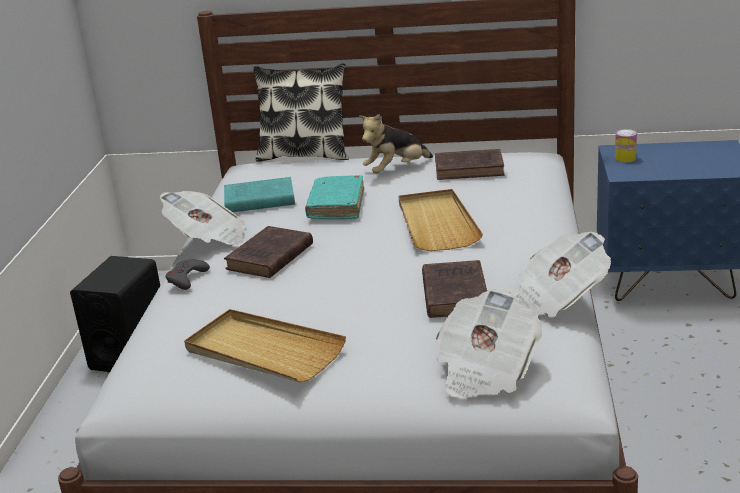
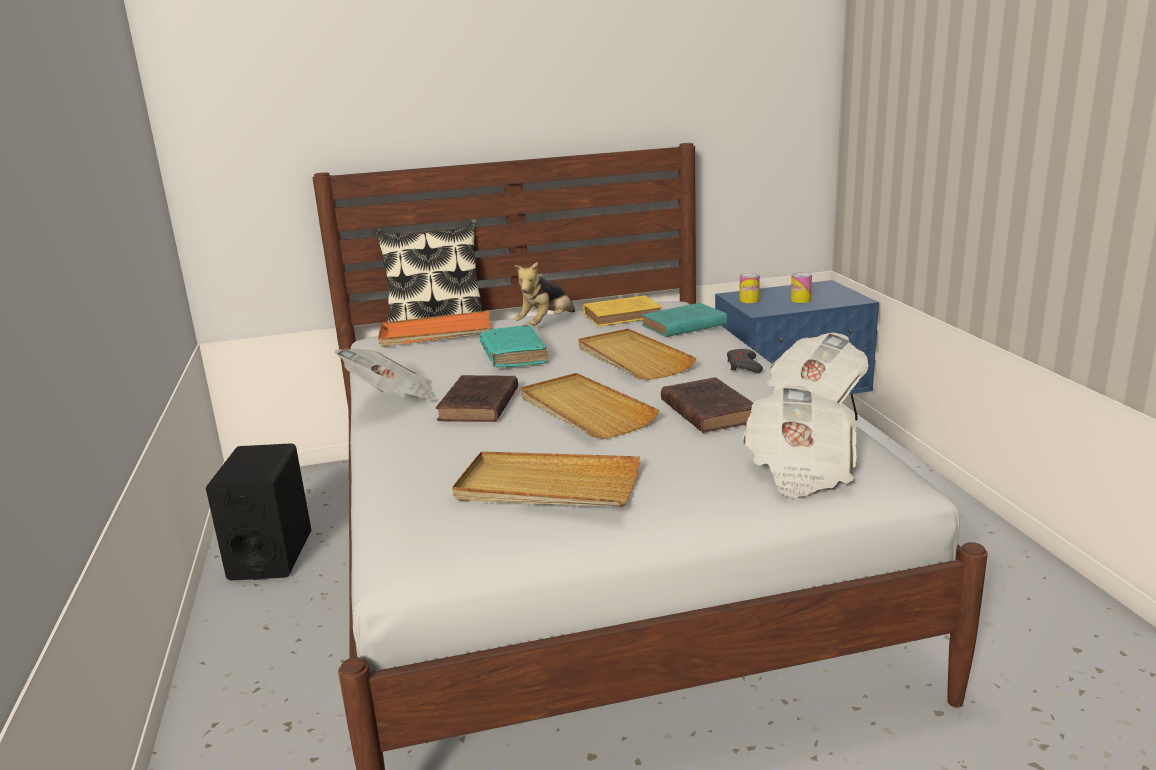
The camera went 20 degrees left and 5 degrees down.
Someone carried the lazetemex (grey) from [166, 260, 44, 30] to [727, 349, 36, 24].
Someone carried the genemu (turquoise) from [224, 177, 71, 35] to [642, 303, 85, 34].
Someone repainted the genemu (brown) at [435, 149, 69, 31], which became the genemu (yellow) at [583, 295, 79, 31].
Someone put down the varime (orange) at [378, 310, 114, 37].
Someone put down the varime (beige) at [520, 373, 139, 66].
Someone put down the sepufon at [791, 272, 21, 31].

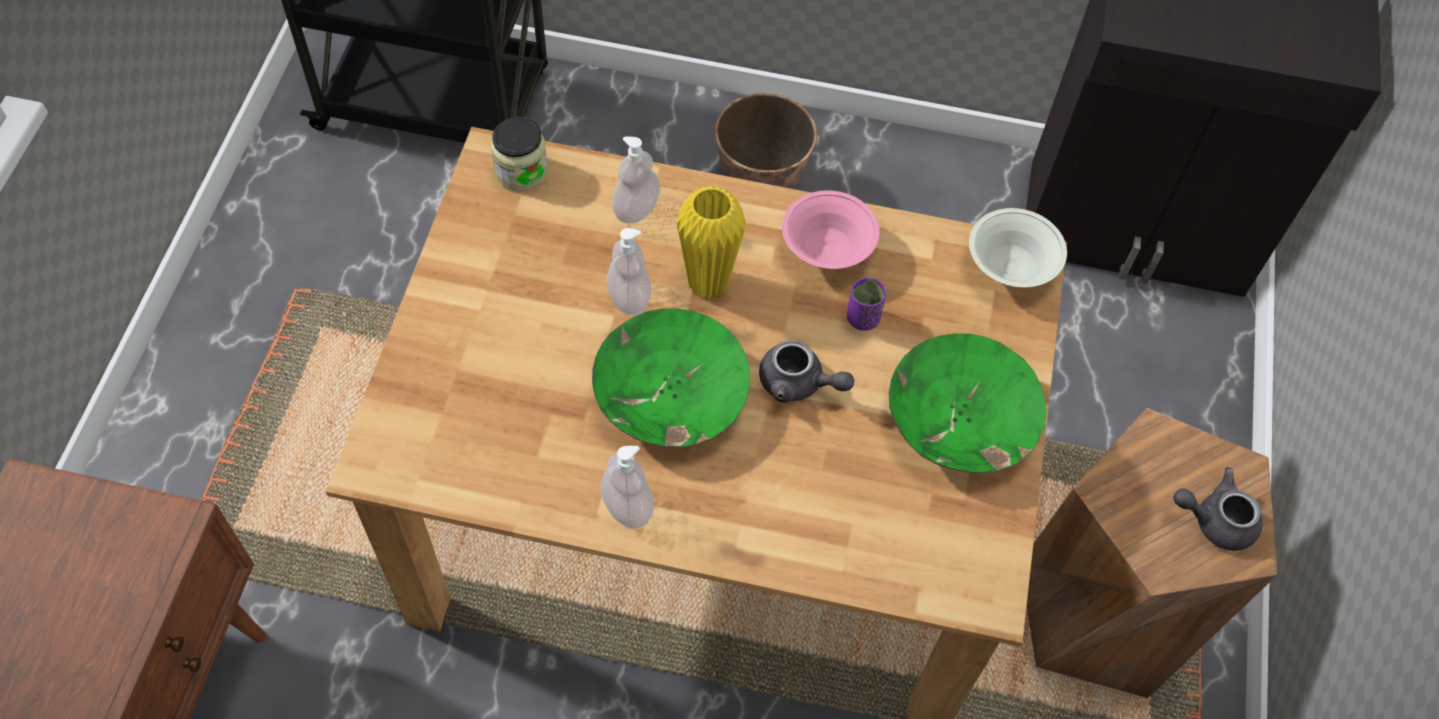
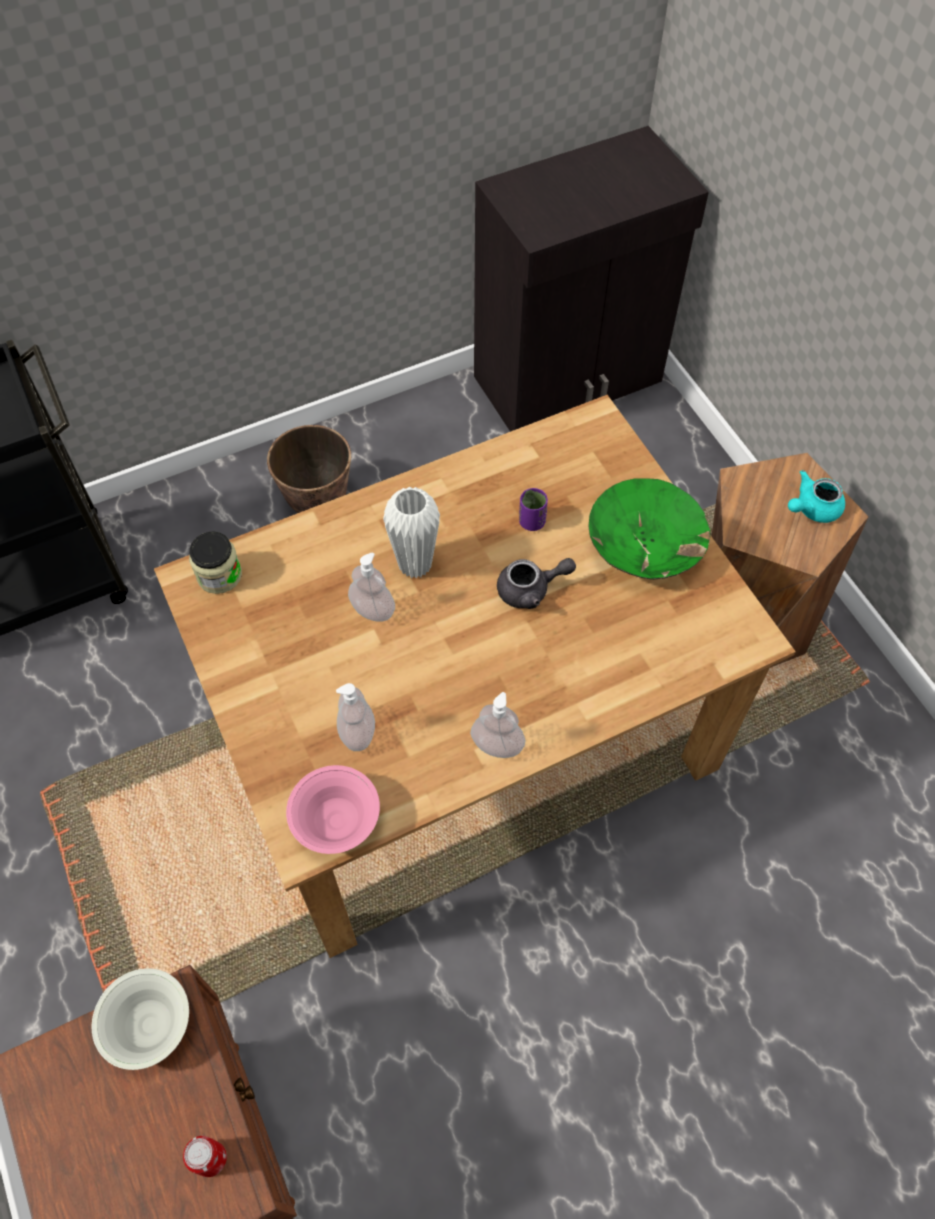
The camera went 35 degrees left and 0 degrees up.
Someone took away the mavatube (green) at [592, 309, 158, 138].
Someone carried the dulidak from [612, 137, 48, 86] to [336, 683, 39, 68].
Someone repainted the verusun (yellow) at [676, 186, 70, 112], which became the verusun (white) at [383, 487, 57, 91].
Someone carried the mavatube (pink) from [782, 190, 98, 79] to [286, 765, 94, 89].
Someone carried the mavatube (white) from [969, 208, 98, 79] to [92, 968, 97, 102].
Someone repainted the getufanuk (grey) at [1173, 467, 89, 84], which became the getufanuk (turquoise) at [788, 470, 57, 53].
Someone put down the sepufon at [183, 1136, 44, 41].

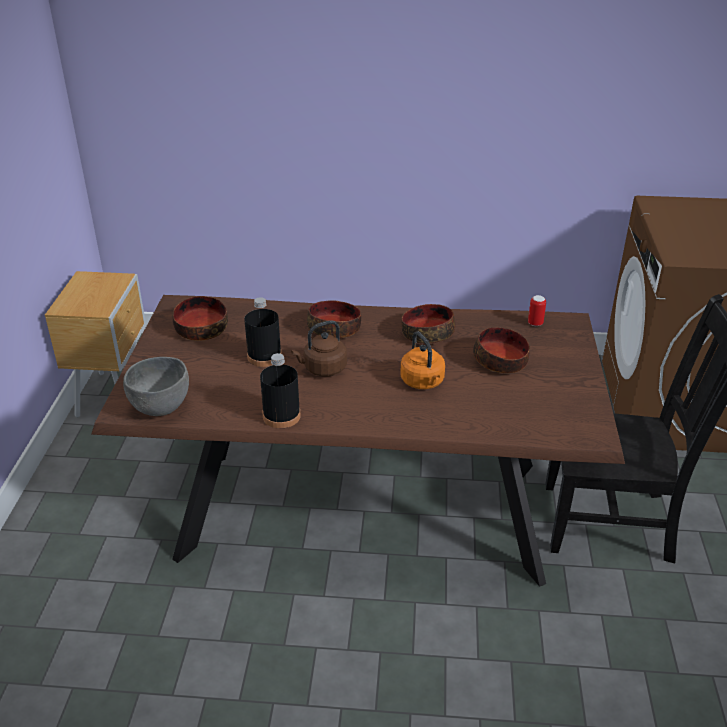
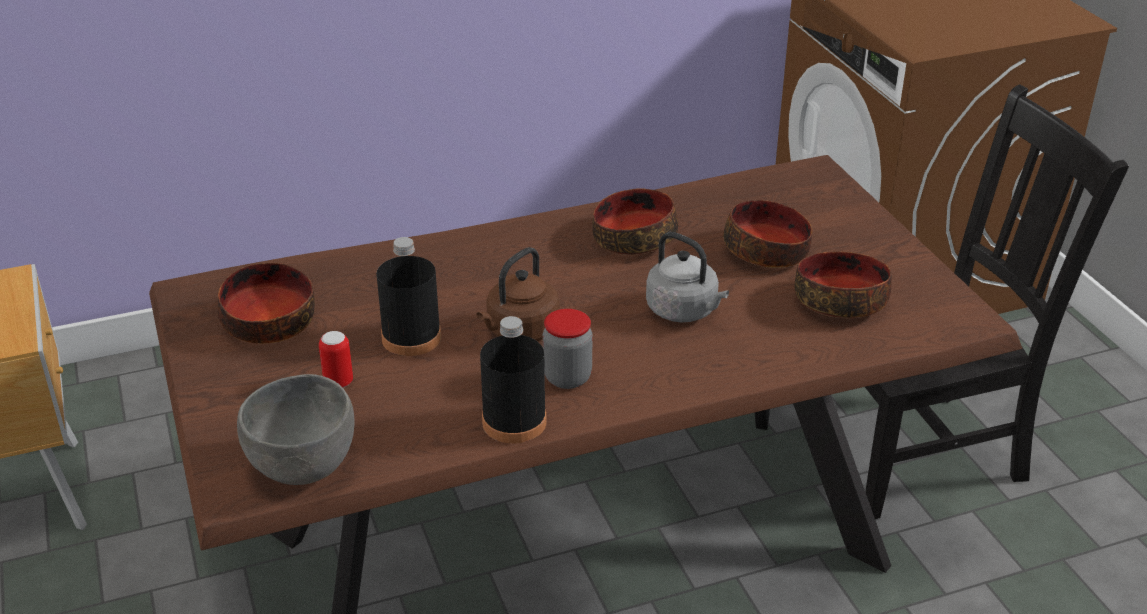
The camera went 25 degrees left and 0 degrees up.
Someone carried the mavatube from [307, 300, 54, 38] to [794, 251, 98, 67].
Someone repainted the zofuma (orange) at [401, 332, 44, 57], which became the zofuma (grey) at [646, 232, 83, 91].
Someone carried the sepufon from [528, 295, 18, 31] to [319, 331, 34, 57].
Someone put down the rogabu at [543, 309, 50, 80].

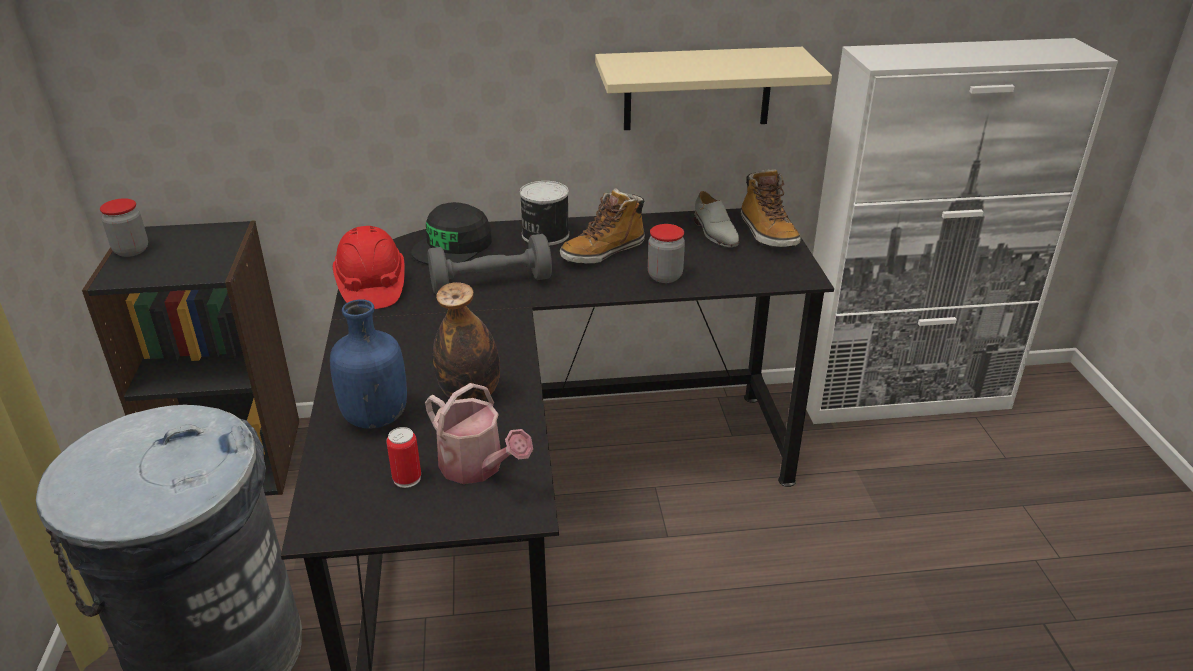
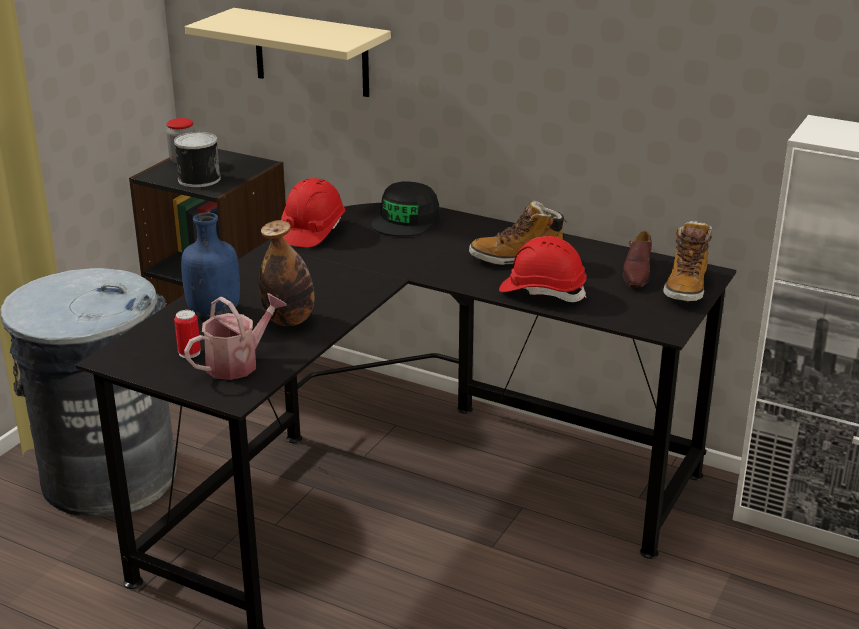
The camera went 35 degrees right and 5 degrees down.
Someone rotated the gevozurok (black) at [411, 202, 81, 63] by 45 degrees counterclockwise.
Someone rotated the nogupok at [425, 383, 108, 101] by 120 degrees counterclockwise.
Someone took away the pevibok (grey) at [428, 234, 124, 60].
Someone carried the sepufon from [520, 181, 49, 65] to [174, 132, 47, 55].
Someone carried the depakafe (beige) from [595, 47, 237, 83] to [185, 8, 206, 89].
Someone swapped the rogabu at [648, 224, 37, 59] for the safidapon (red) at [499, 236, 88, 66].
Someone repainted the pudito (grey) at [694, 191, 45, 56], which became the pudito (brown) at [623, 230, 29, 57].

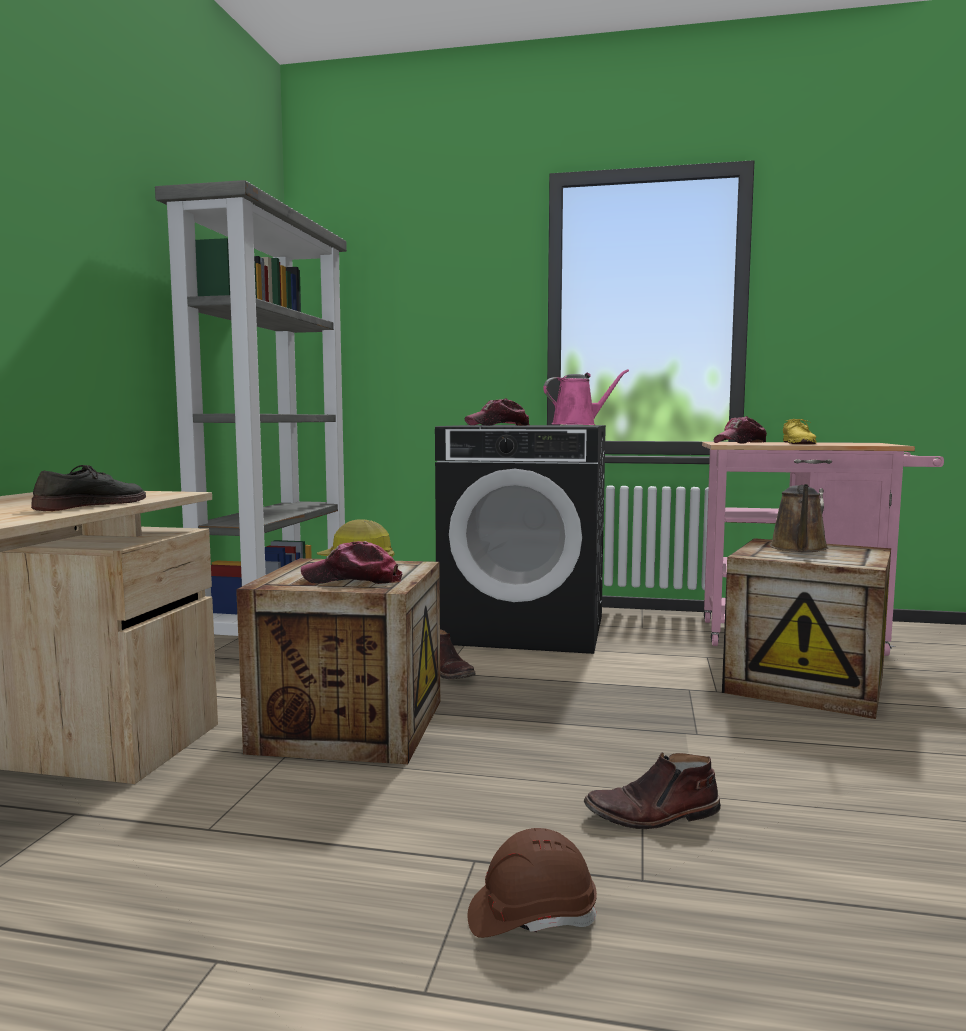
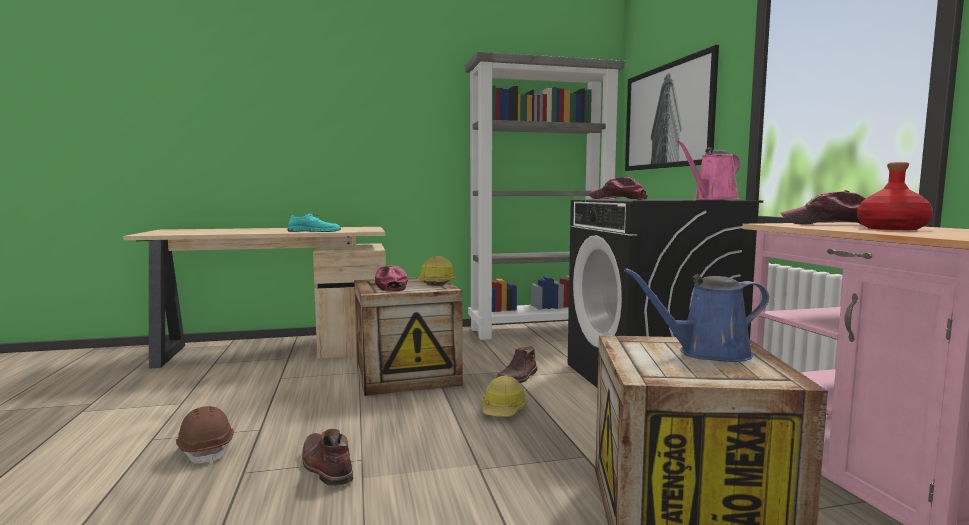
The camera went 65 degrees right and 0 degrees up.
Someone repainted the pudito (grey) at [31, 465, 115, 46], which became the pudito (turquoise) at [287, 214, 54, 18].
Someone rotated the nogupok (pink) at [543, 369, 86, 56] by 105 degrees clockwise.
Someone repainted the nogupok (brown) at [770, 484, 58, 68], which became the nogupok (blue) at [624, 268, 145, 94].
Someone swapped the pudito (yellow) at [783, 419, 34, 25] for the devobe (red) at [857, 162, 76, 68].
Someone put down the safidapon at [482, 375, 45, 42].
Someone put up the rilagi at [625, 45, 94, 126].

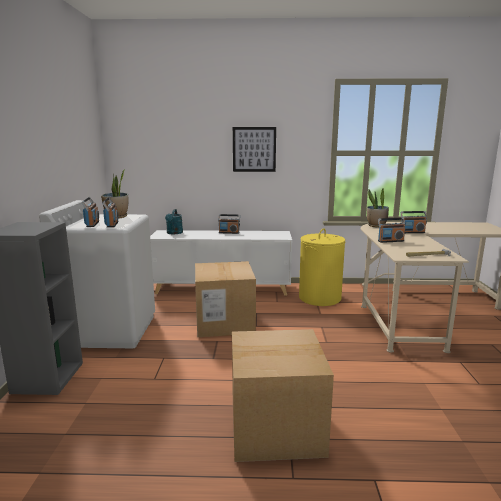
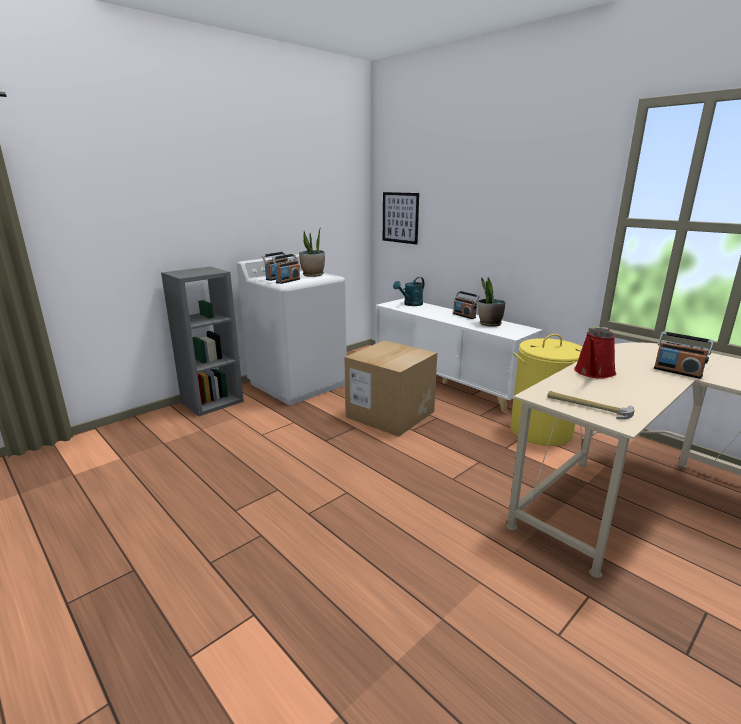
The camera went 45 degrees right and 5 degrees up.
Someone took away the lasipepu at [232, 329, 102, 133].
Someone carried the rilagi from [233, 127, 43, 45] to [383, 192, 36, 53].
Someone carried the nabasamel from [367, 187, 22, 40] to [478, 277, 27, 50].
Someone swapped the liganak at [378, 218, 28, 25] for the nogupok (red) at [574, 327, 42, 52].

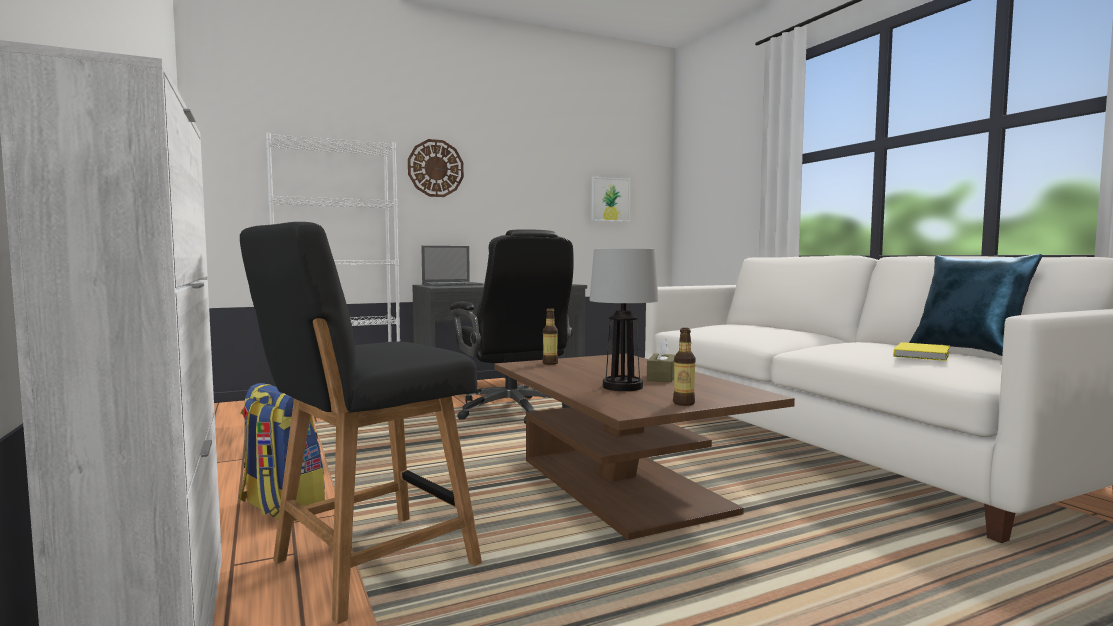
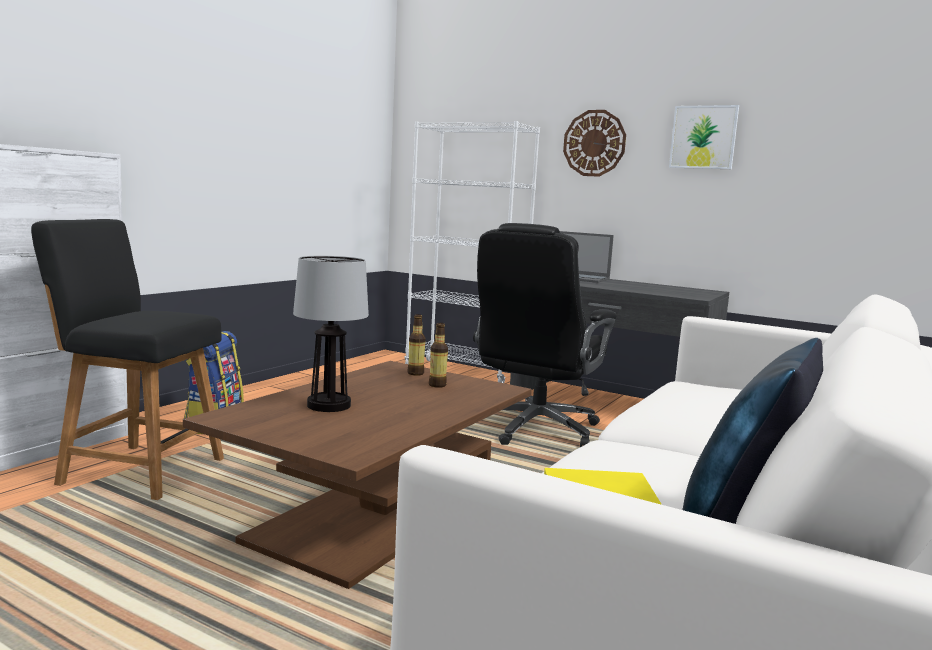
The camera went 55 degrees right and 5 degrees up.
Someone carried the rilagi from [591, 177, 40, 45] to [669, 105, 70, 64].
Someone took away the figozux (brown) at [647, 338, 28, 44].
Someone carried the devobe from [673, 328, 22, 78] to [429, 323, 19, 65].

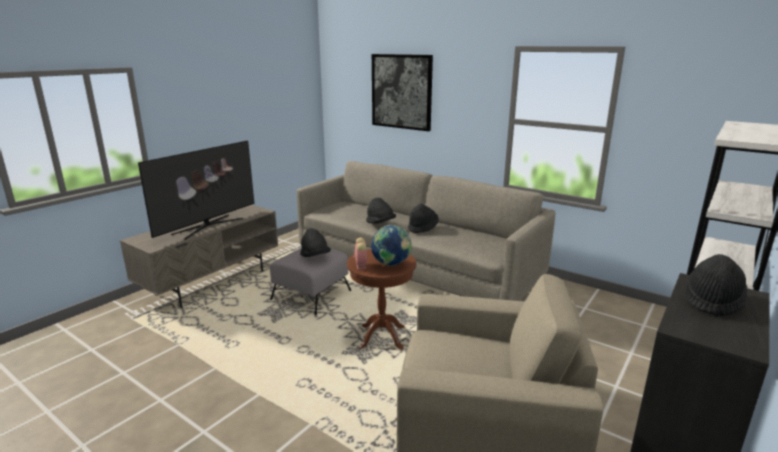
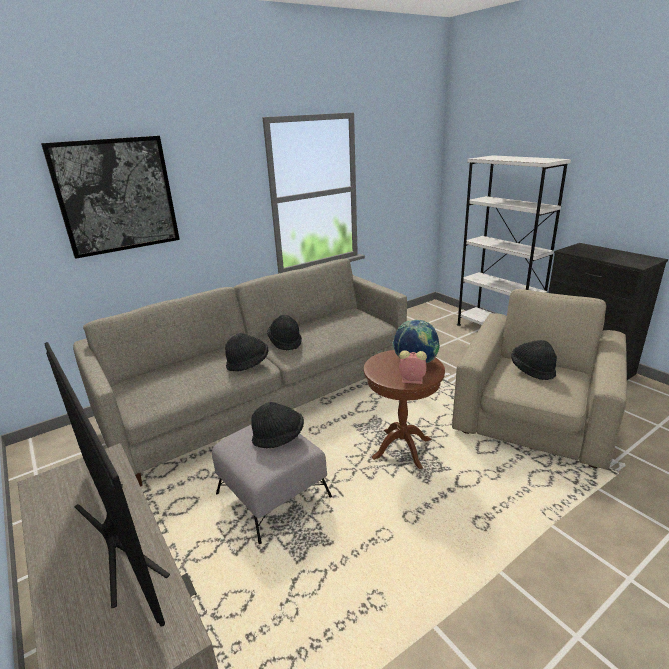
The camera went 70 degrees left and 5 degrees up.
Someone carried the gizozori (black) from [686, 254, 61, 62] to [511, 340, 46, 40].

